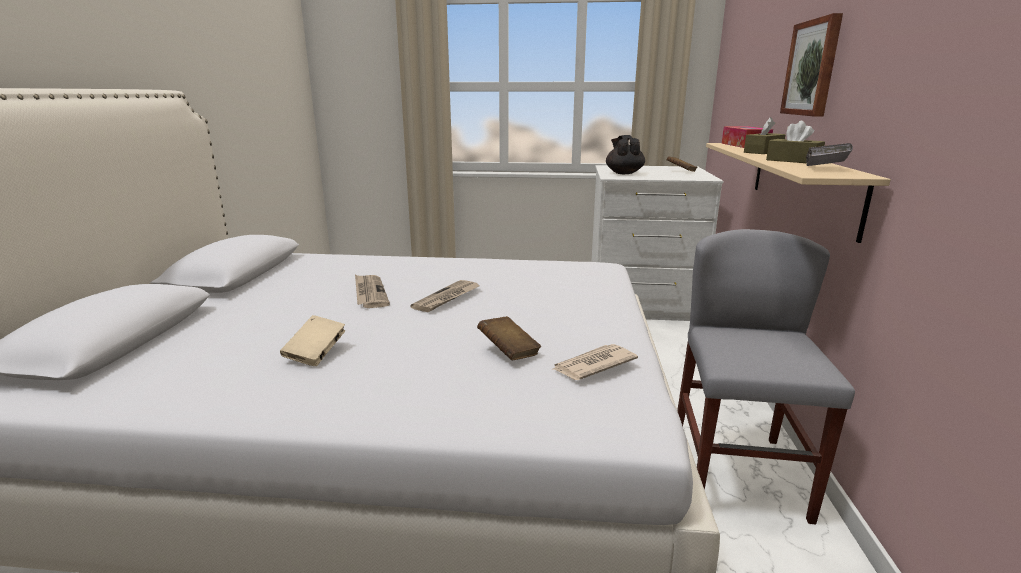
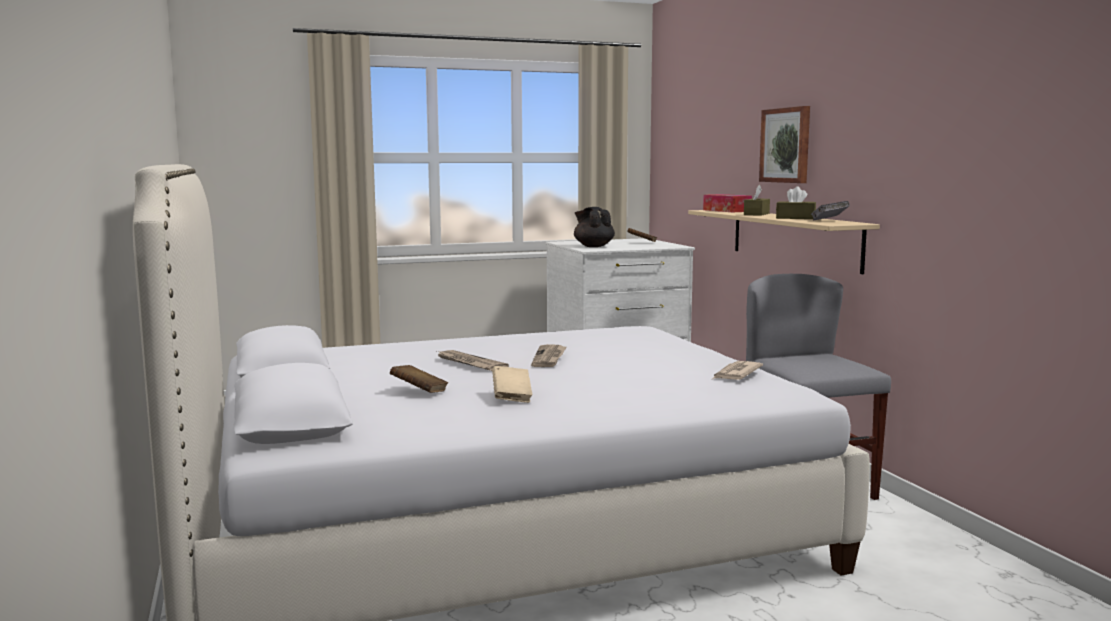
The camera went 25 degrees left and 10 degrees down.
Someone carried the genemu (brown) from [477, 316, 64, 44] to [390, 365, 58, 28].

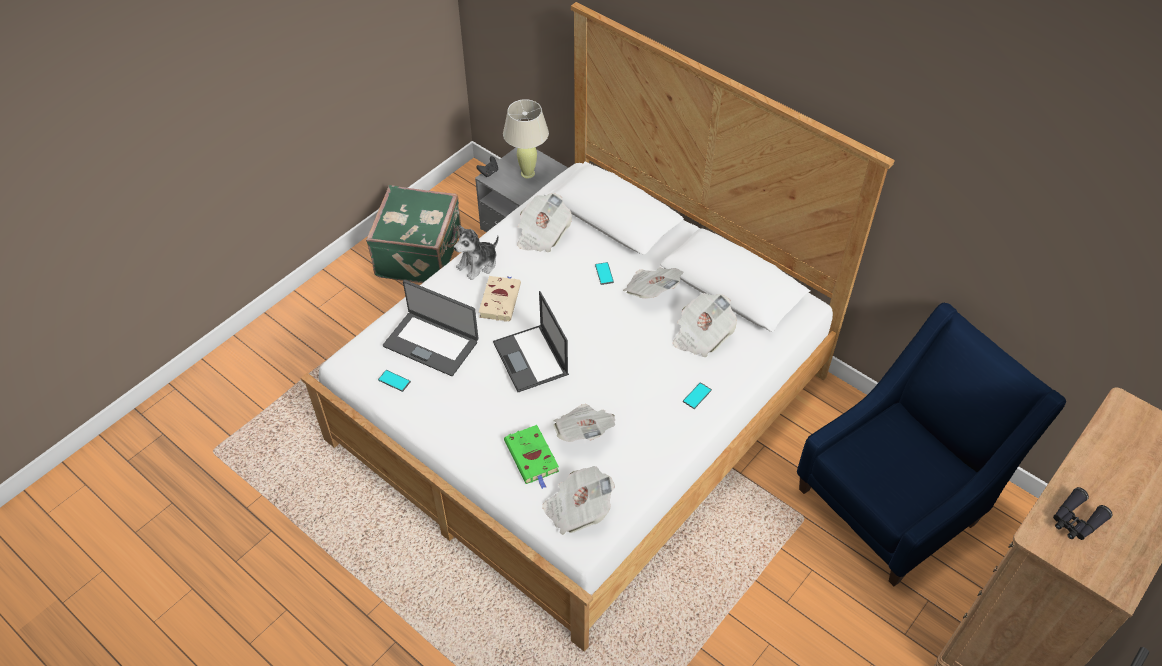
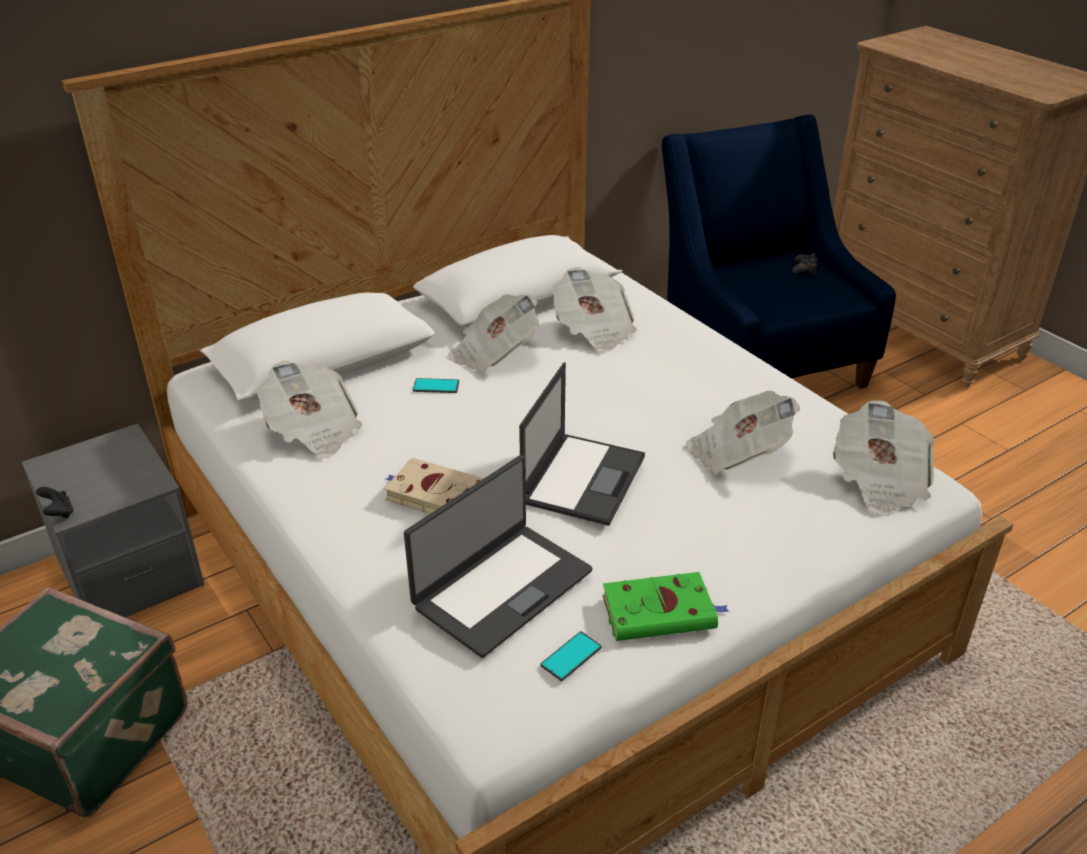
The camera went 75 degrees left and 15 degrees down.
Someone took away the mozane at [454, 225, 45, 55].
Someone rotated the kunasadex at [493, 291, 76, 101] by 60 degrees counterclockwise.
Someone took away the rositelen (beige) at [503, 99, 46, 80].
Someone carried the genemu (green) from [504, 425, 55, 64] to [602, 572, 127, 69].
Someone took away the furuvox at [683, 382, 29, 27].
Someone took away the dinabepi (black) at [1053, 487, 60, 53].
Someone put down the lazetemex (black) at [792, 253, 26, 21].

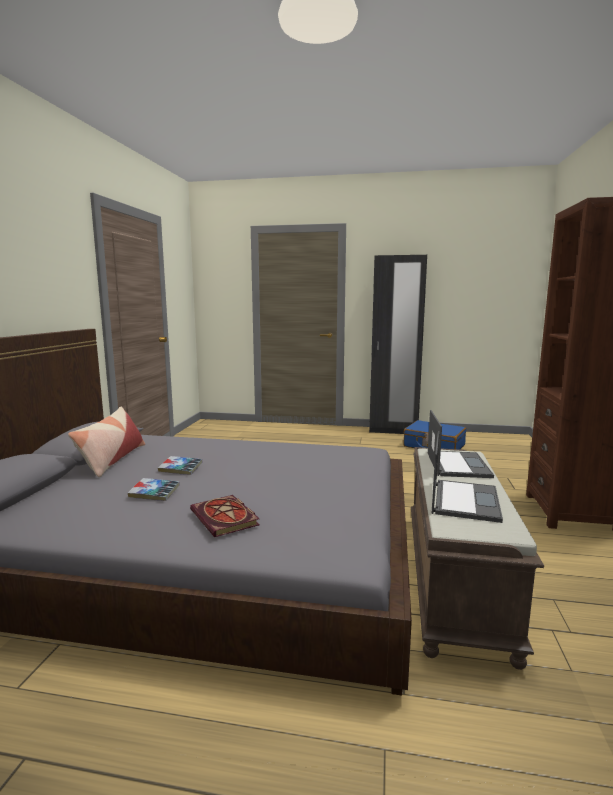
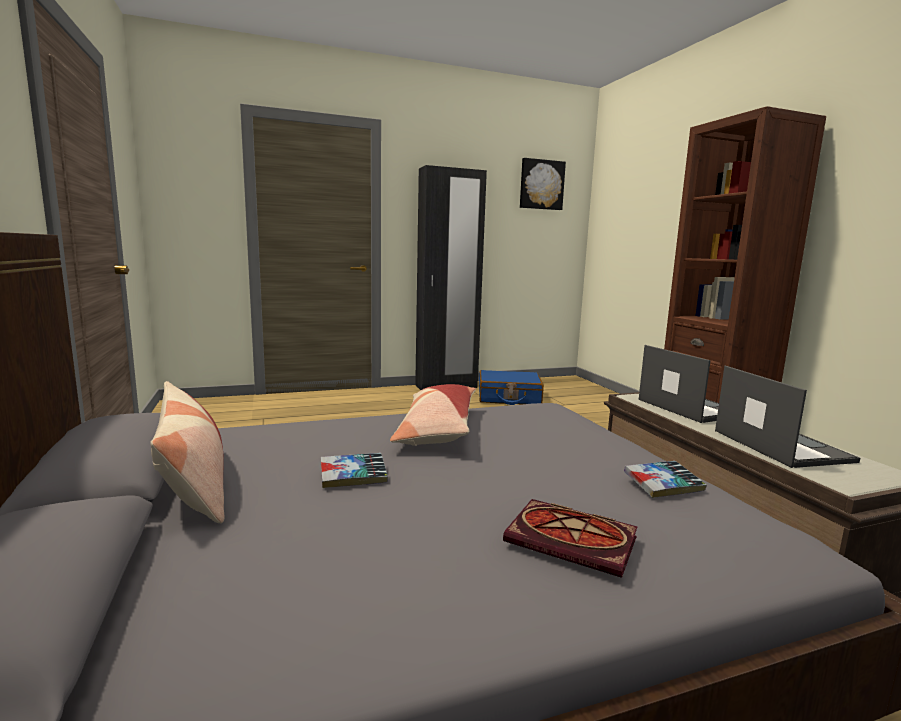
The camera went 30 degrees left and 0 degrees up.
Someone carried the genemu from [128, 478, 52, 23] to [624, 461, 83, 37].
Someone put down the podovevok at [390, 384, 86, 62].
Someone put up the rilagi at [520, 158, 46, 52].

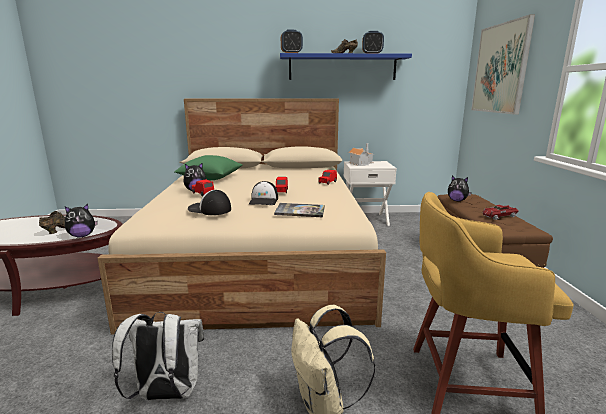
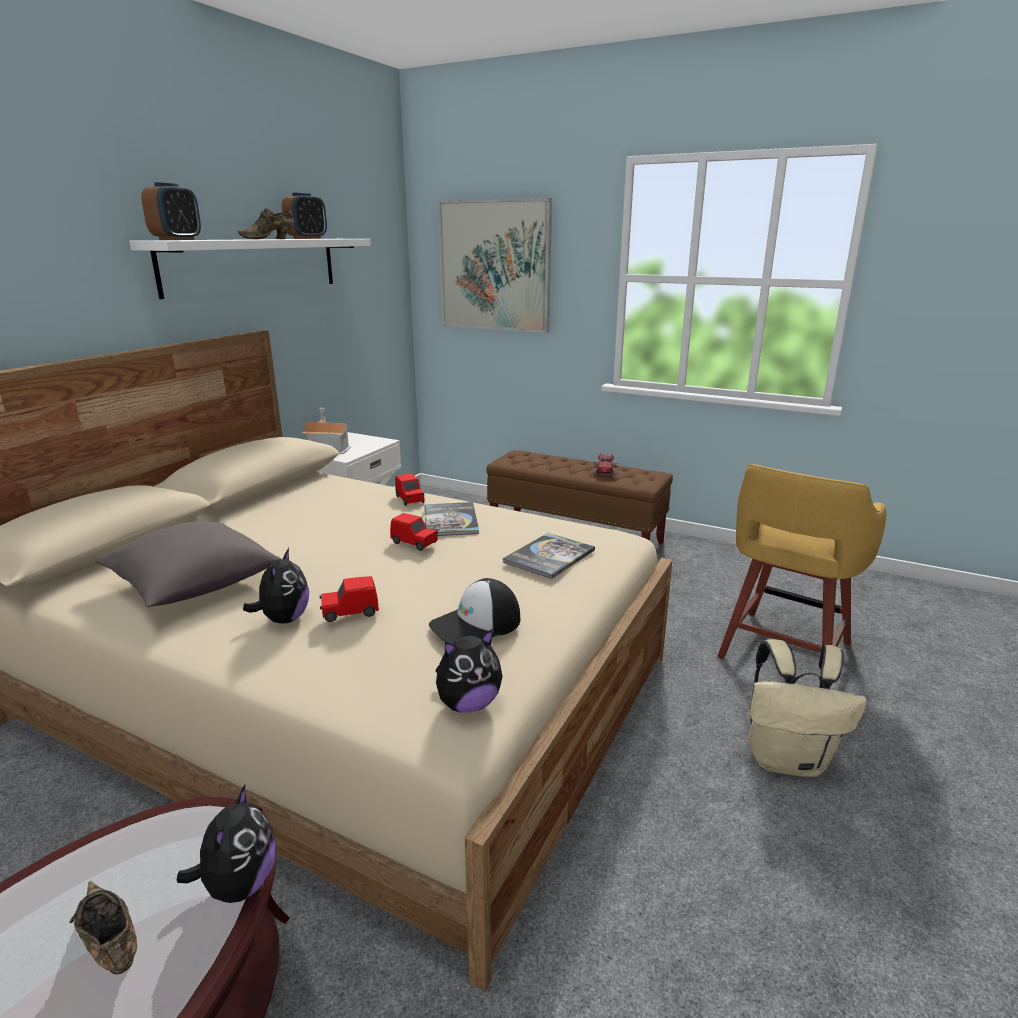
The camera went 60 degrees left and 5 degrees up.
Someone took away the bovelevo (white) at [112, 312, 92, 88].
Someone repainted the podovevok (green) at [174, 155, 68, 25], which became the podovevok (grey) at [95, 521, 186, 86].
Someone took away the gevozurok at [248, 181, 30, 24].
Someone repainted the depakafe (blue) at [280, 53, 132, 27], which became the depakafe (white) at [129, 239, 242, 60].
Someone carried the mozane from [448, 176, 24, 25] to [436, 629, 66, 84].
Someone put down the genemu at [424, 502, 55, 34].

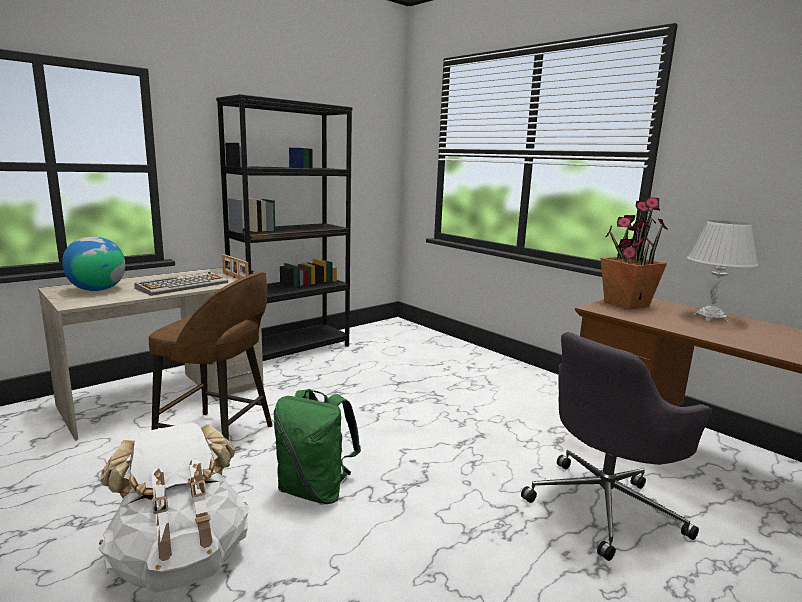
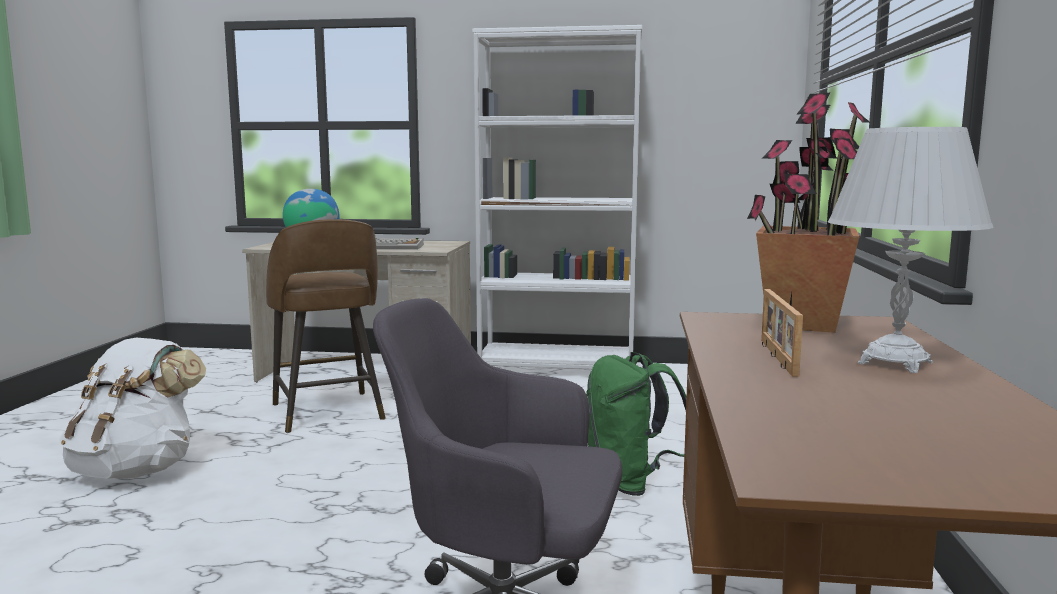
The camera went 50 degrees right and 5 degrees down.
Someone repainted the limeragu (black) at [216, 94, 137, 267], which became the limeragu (white) at [472, 25, 170, 344].
Someone carried the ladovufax from [222, 254, 27, 25] to [761, 289, 42, 88].
Someone carried the bovelevo (green) from [274, 389, 87, 115] to [586, 352, 101, 144].

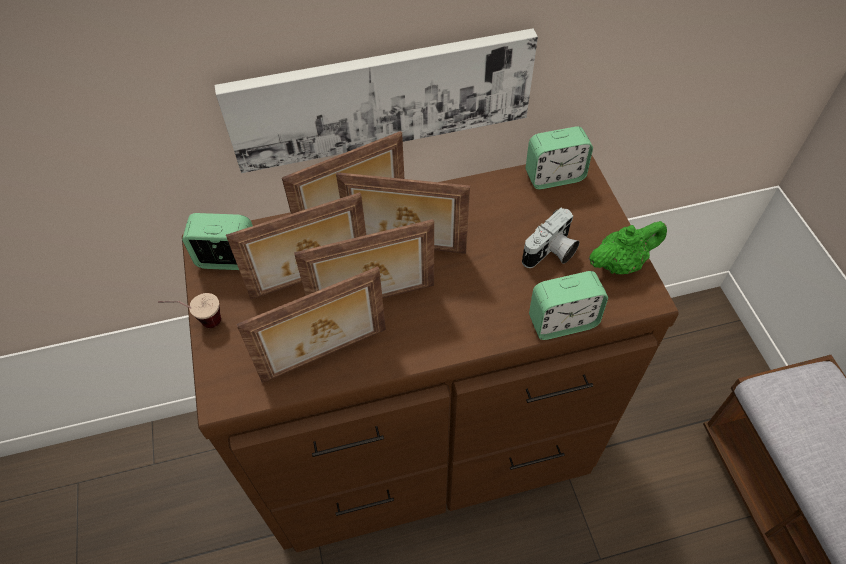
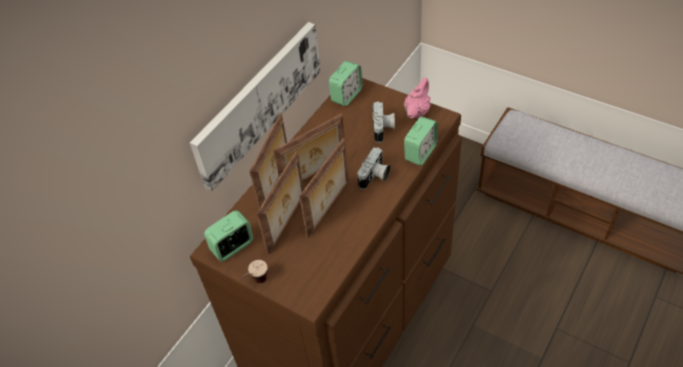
The camera went 40 degrees left and 5 degrees down.
Someone took away the ladovufax at [236, 266, 150, 117].
Someone repainted the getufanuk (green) at [589, 221, 78, 53], which became the getufanuk (pink) at [404, 78, 27, 40].
Someone put down the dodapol at [358, 147, 33, 42].

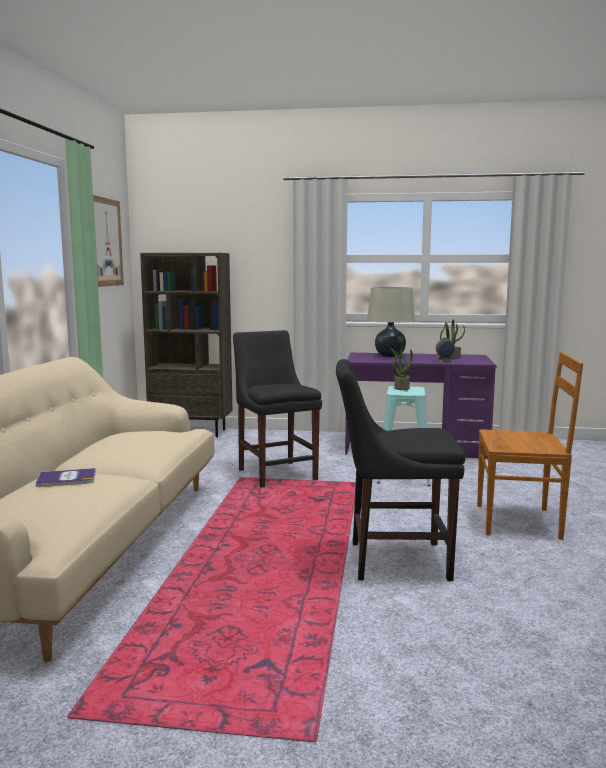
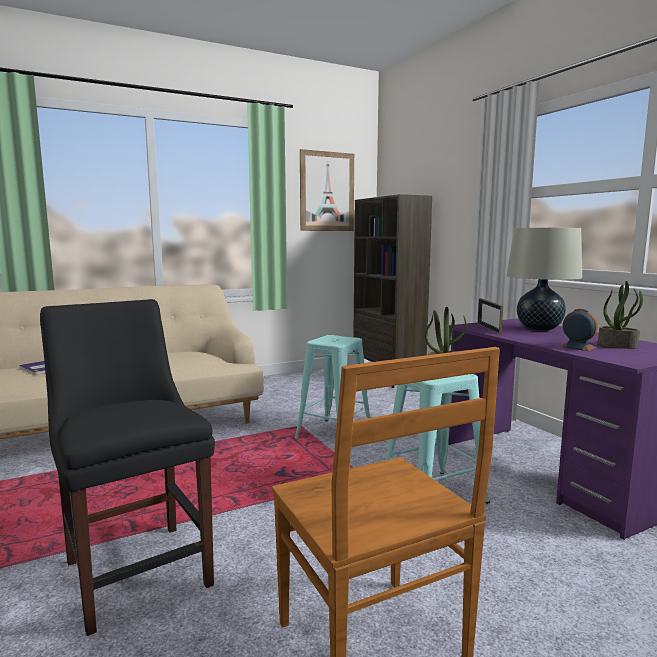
The camera went 55 degrees right and 0 degrees up.
Someone swapped the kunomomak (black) at [233, 330, 89, 158] for the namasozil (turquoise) at [294, 335, 76, 104].
Someone put down the ladovufax at [477, 298, 26, 36].

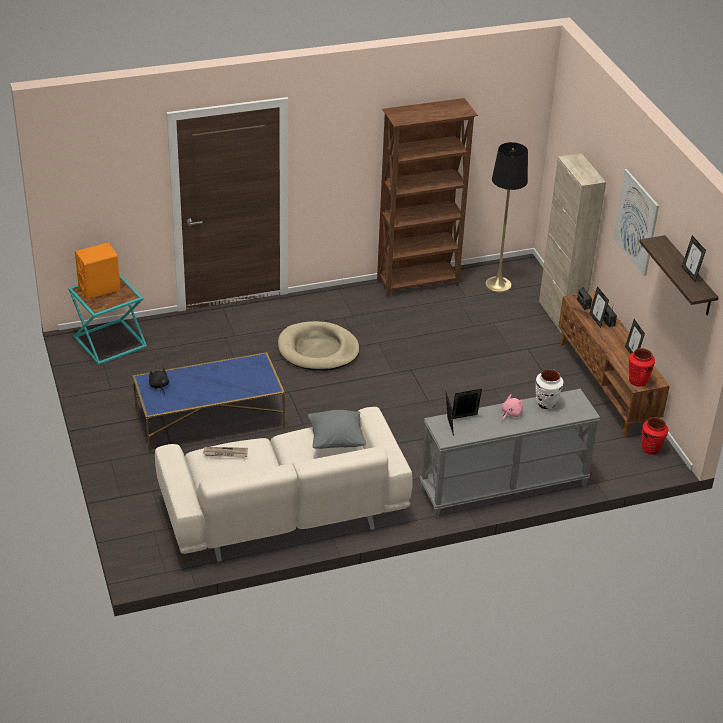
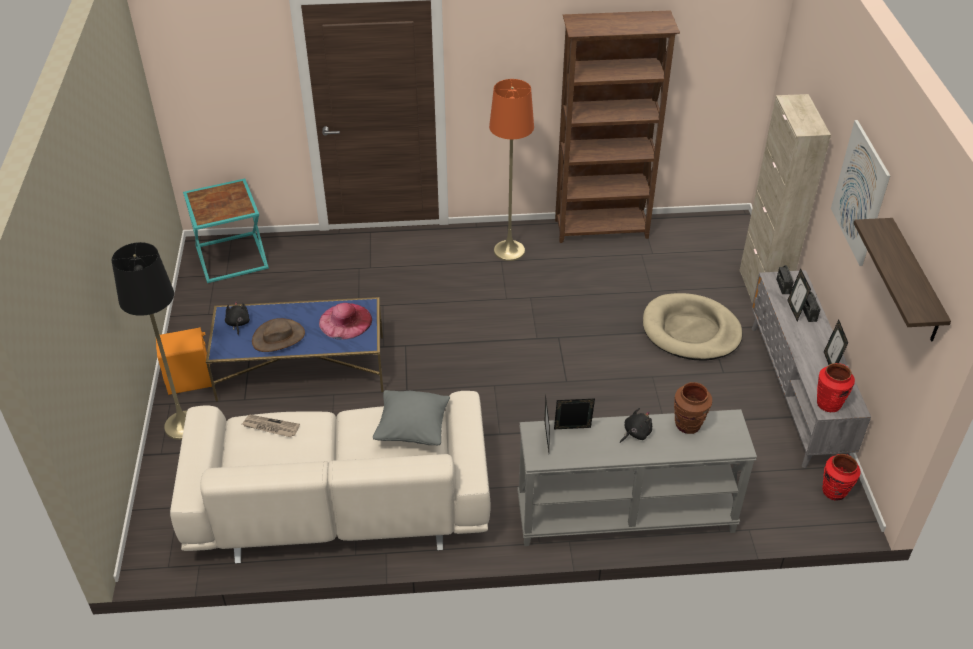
The camera went 15 degrees right and 5 degrees up.
Someone carried the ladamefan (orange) from [75, 243, 45, 56] to [156, 327, 56, 68].
Someone carried the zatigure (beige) from [278, 321, 82, 50] to [643, 293, 99, 68].
Someone carried the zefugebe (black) from [485, 142, 43, 151] to [112, 242, 75, 198].
Someone repainted the mozane (pink) at [502, 394, 21, 27], which became the mozane (black) at [620, 408, 32, 35].
Someone repainted the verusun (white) at [536, 369, 27, 40], which became the verusun (brown) at [674, 382, 38, 52].
Someone repainted the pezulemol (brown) at [559, 291, 111, 145], which became the pezulemol (grey) at [751, 270, 120, 198].
Someone took away the ladovufax at [682, 236, 24, 46].
Someone put down the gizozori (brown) at [252, 318, 53, 34].
Someone put down the gizozori (pink) at [319, 303, 53, 37].
Someone put down the zefugebe (orange) at [489, 79, 45, 182].

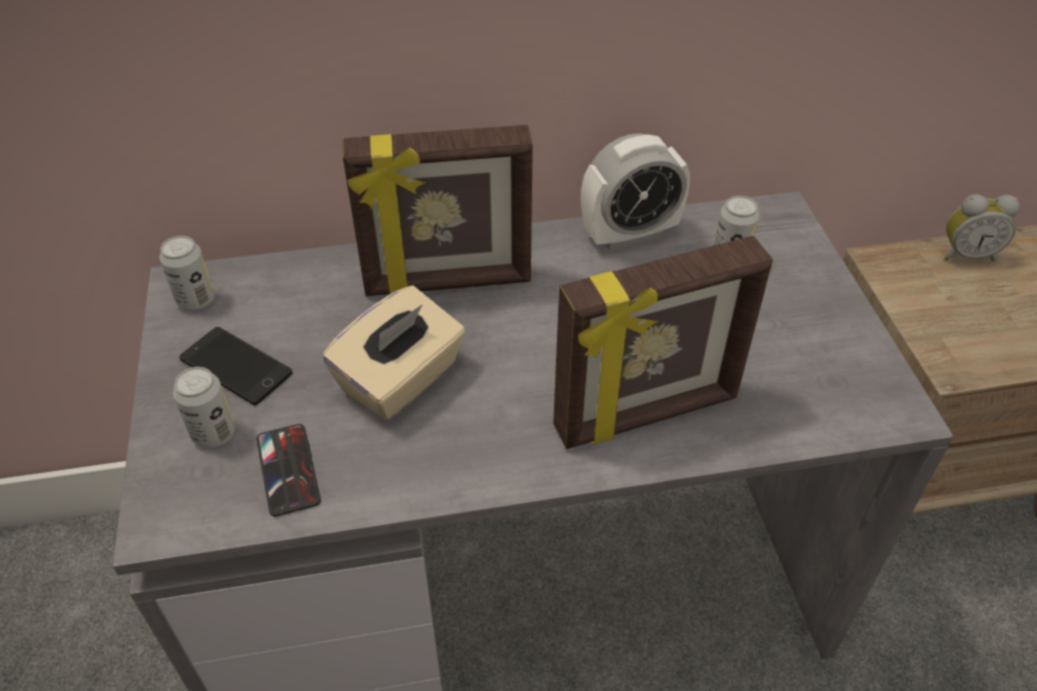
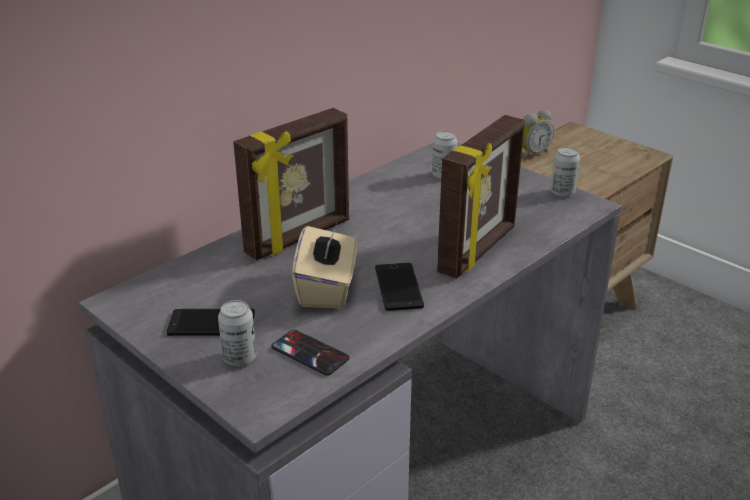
The camera went 35 degrees left and 15 degrees down.
Someone carried the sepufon from [159, 236, 56, 75] to [551, 147, 29, 50].
Someone took away the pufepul at [581, 133, 109, 118].
Someone put down the furuvox at [375, 263, 49, 48].

